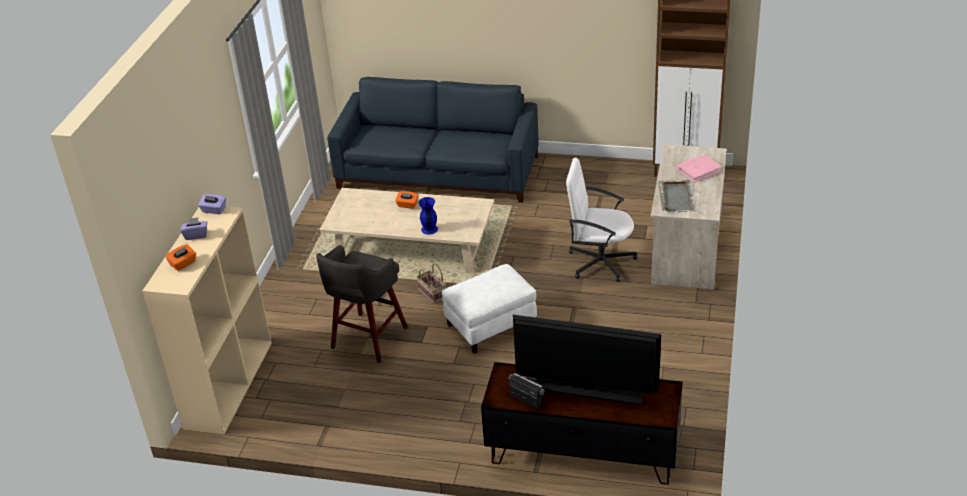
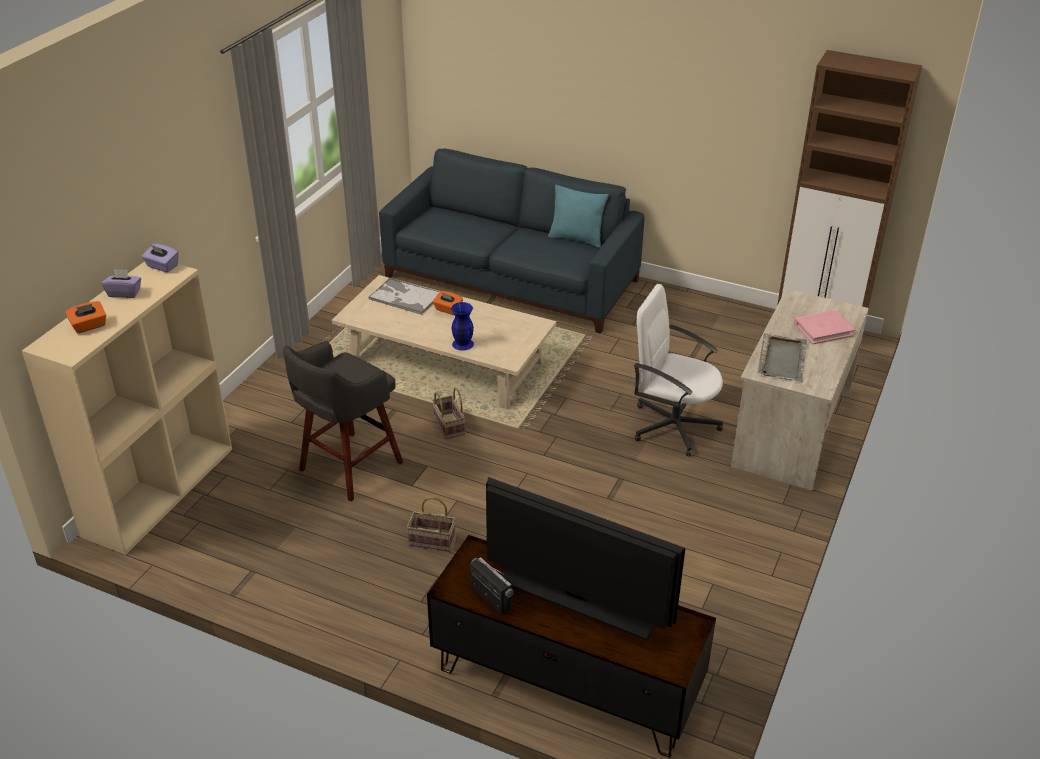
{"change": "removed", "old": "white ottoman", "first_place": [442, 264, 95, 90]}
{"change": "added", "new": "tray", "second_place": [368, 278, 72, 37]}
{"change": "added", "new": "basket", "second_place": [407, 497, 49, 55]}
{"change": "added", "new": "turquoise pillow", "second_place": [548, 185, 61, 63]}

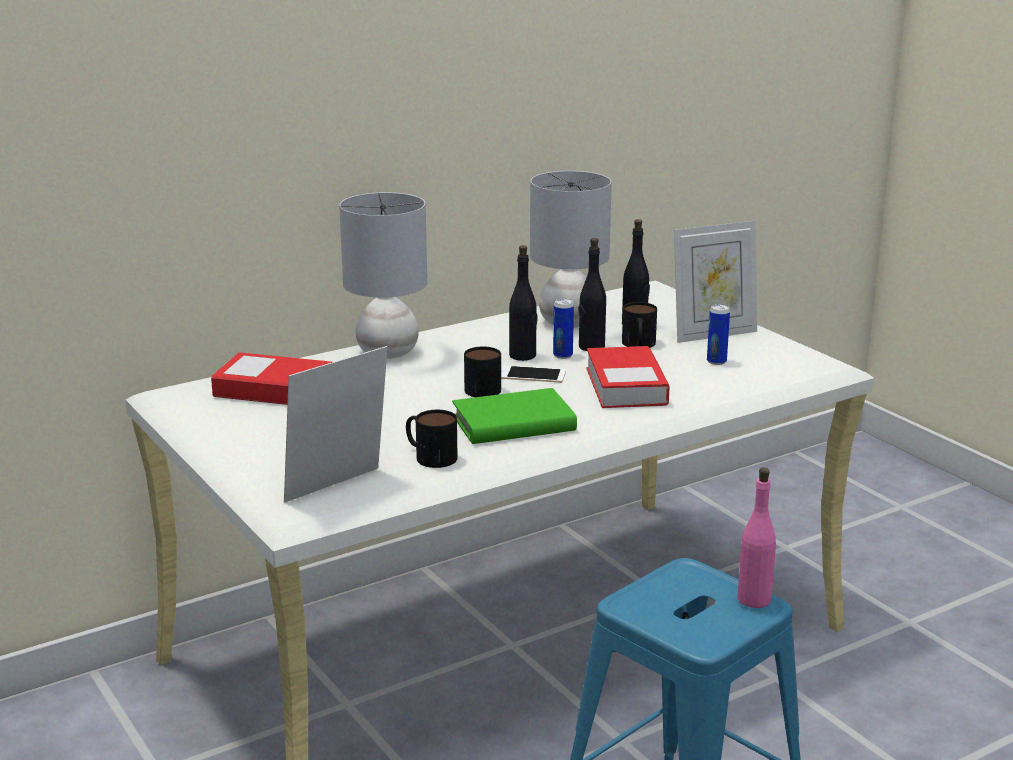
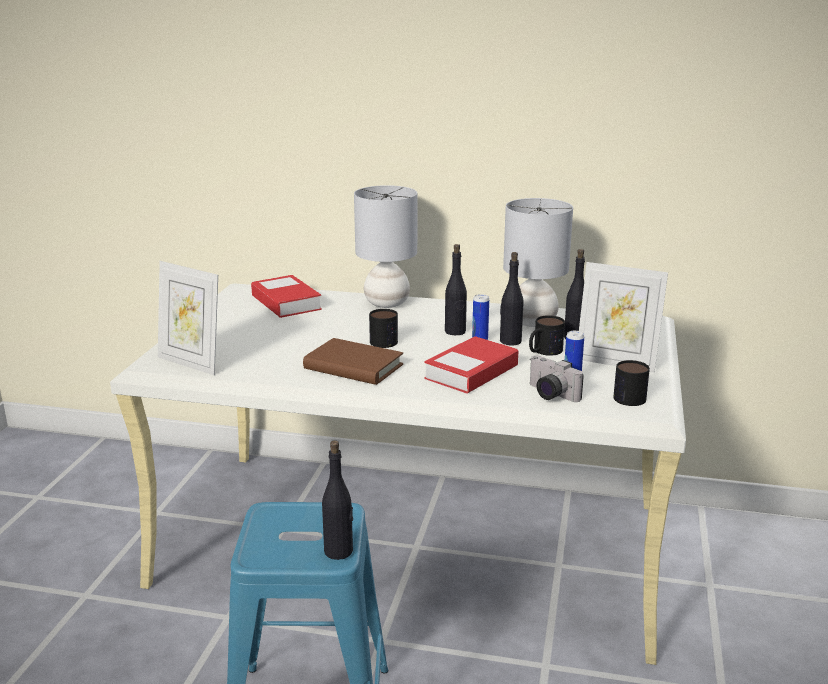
{"change": "turned", "old": "picture frame", "first_place": [284, 346, 103, 156], "second_place": [158, 261, 60, 114], "degrees": -150}
{"change": "moved", "old": "mug", "first_place": [406, 410, 52, 58], "second_place": [613, 360, 37, 46]}
{"change": "recoloured", "old": "green book", "new": "brown book", "first_place": [452, 388, 125, 56], "second_place": [303, 338, 100, 47]}
{"change": "removed", "old": "phone", "first_place": [501, 365, 65, 18]}
{"change": "recoloured", "old": "pink bottle", "new": "black bottle", "first_place": [738, 467, 38, 141], "second_place": [322, 440, 31, 120]}
{"change": "added", "new": "photo camera", "second_place": [530, 355, 54, 47]}

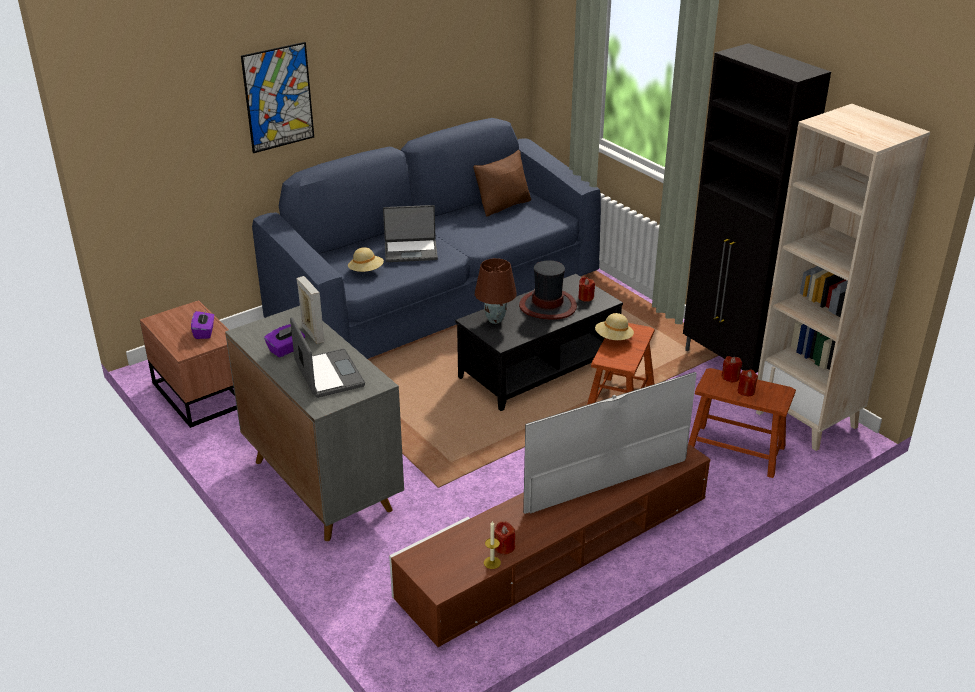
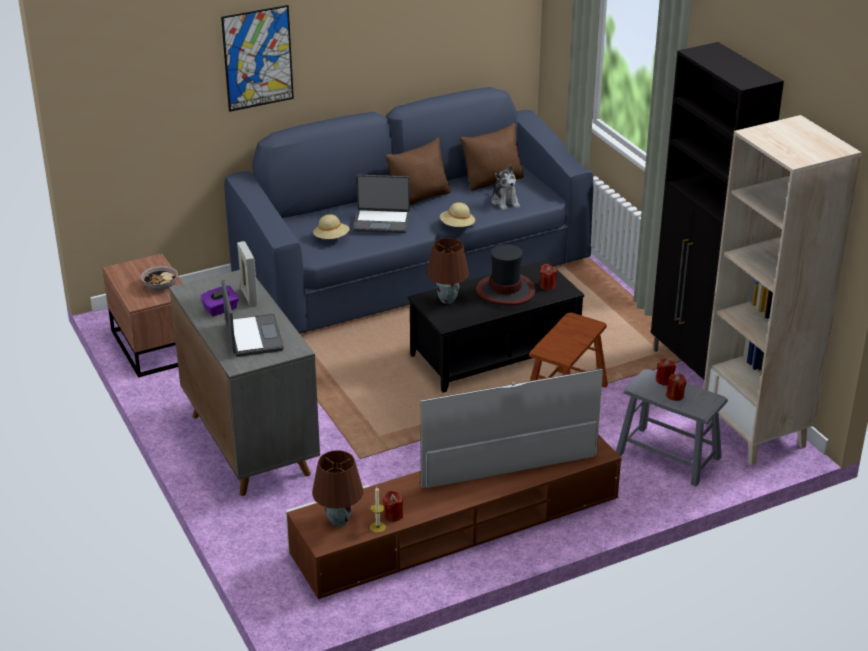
{"change": "replaced", "old": "purple tissue box", "new": "bowl", "first_place": [191, 310, 23, 29], "second_place": [141, 266, 37, 25]}
{"change": "moved", "old": "beige hat", "first_place": [595, 313, 39, 27], "second_place": [440, 203, 35, 24]}
{"change": "recoloured", "old": "brown stool", "new": "grey stool", "first_place": [688, 368, 108, 110], "second_place": [616, 369, 112, 118]}
{"change": "added", "new": "brown table lamp", "second_place": [312, 450, 51, 77]}
{"change": "added", "new": "brown pillow", "second_place": [386, 138, 65, 67]}
{"change": "added", "new": "plush toy", "second_place": [491, 165, 29, 45]}

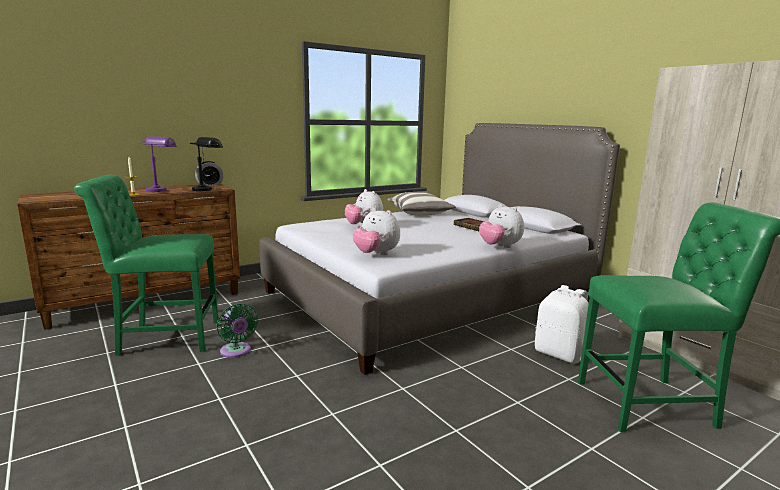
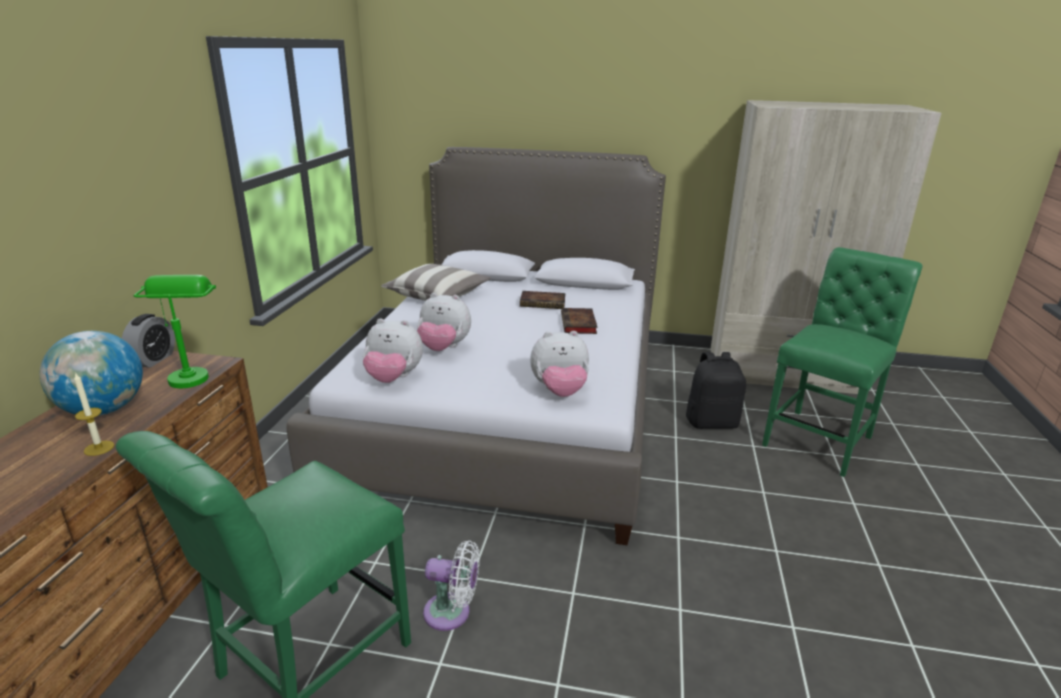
{"change": "replaced", "old": "purple table lamp", "new": "globe", "first_place": [138, 136, 39, 56], "second_place": [39, 331, 104, 85]}
{"change": "recoloured", "old": "black table lamp", "new": "green table lamp", "first_place": [190, 137, 33, 54], "second_place": [134, 275, 82, 113]}
{"change": "recoloured", "old": "green fan", "new": "white fan", "first_place": [216, 304, 42, 54], "second_place": [423, 540, 57, 91]}
{"change": "moved", "old": "plush toy", "first_place": [479, 204, 45, 44], "second_place": [363, 318, 60, 65]}
{"change": "recoloured", "old": "white backpack", "new": "black backpack", "first_place": [535, 285, 54, 79], "second_place": [686, 352, 60, 77]}
{"change": "added", "new": "book", "second_place": [561, 308, 36, 26]}

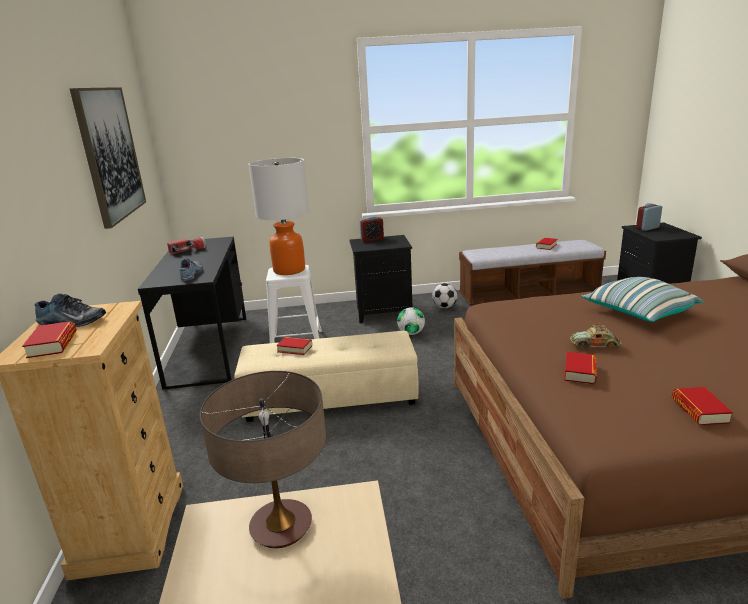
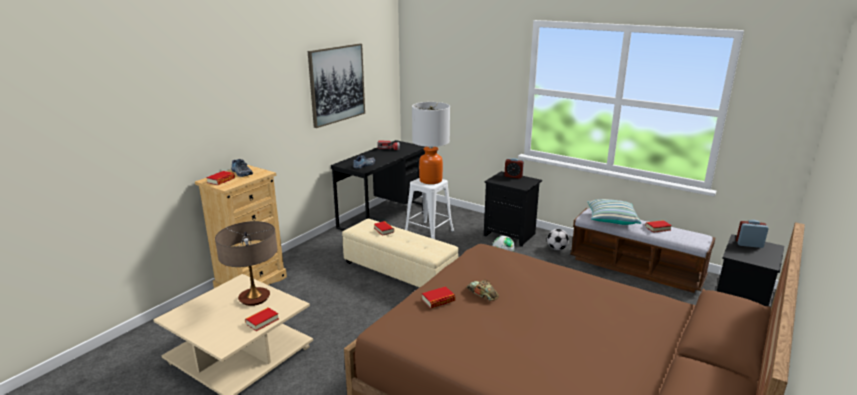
{"change": "moved", "old": "pillow", "first_place": [582, 277, 122, 45], "second_place": [587, 199, 54, 26]}
{"change": "moved", "old": "book", "first_place": [672, 387, 61, 38], "second_place": [245, 307, 34, 24]}

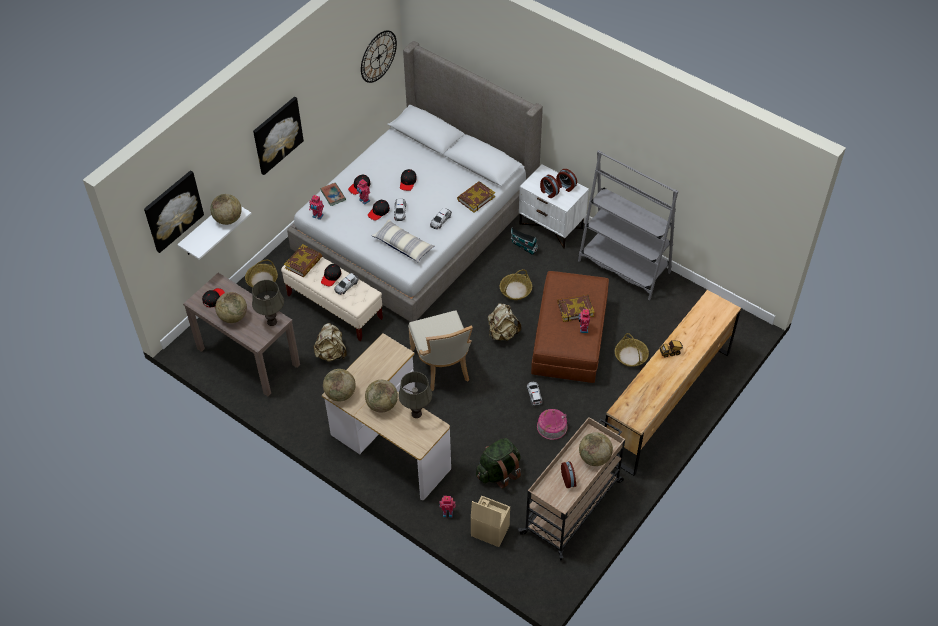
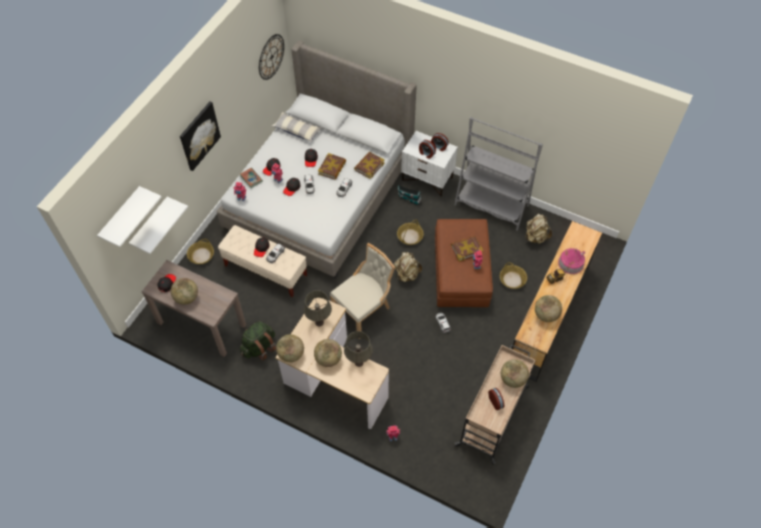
{"change": "replaced", "old": "picture", "new": "white shelf", "first_place": [144, 170, 60, 83], "second_place": [97, 186, 65, 61]}
{"change": "moved", "old": "globe", "first_place": [210, 194, 32, 31], "second_place": [535, 295, 27, 27]}
{"change": "moved", "old": "grey table lamp", "first_place": [252, 280, 32, 46], "second_place": [304, 290, 28, 36]}
{"change": "moved", "old": "book", "first_place": [284, 244, 38, 33], "second_place": [318, 153, 28, 27]}
{"change": "moved", "old": "beige backpack", "first_place": [313, 323, 34, 39], "second_place": [525, 214, 27, 30]}
{"change": "moved", "old": "pillow", "first_place": [372, 219, 62, 44], "second_place": [272, 112, 49, 30]}
{"change": "turned", "old": "beige chair", "first_place": [408, 310, 65, 81], "second_place": [330, 243, 65, 96], "degrees": -105}
{"change": "removed", "old": "beige storage box", "first_place": [471, 496, 39, 51]}
{"change": "moved", "old": "green backpack", "first_place": [476, 438, 45, 51], "second_place": [240, 321, 36, 40]}
{"change": "moved", "old": "toy house", "first_place": [537, 409, 31, 31], "second_place": [558, 248, 27, 26]}

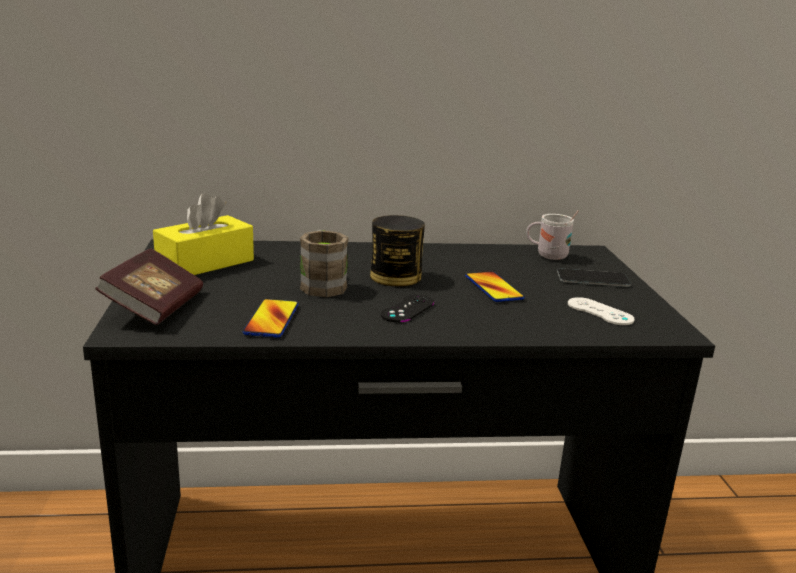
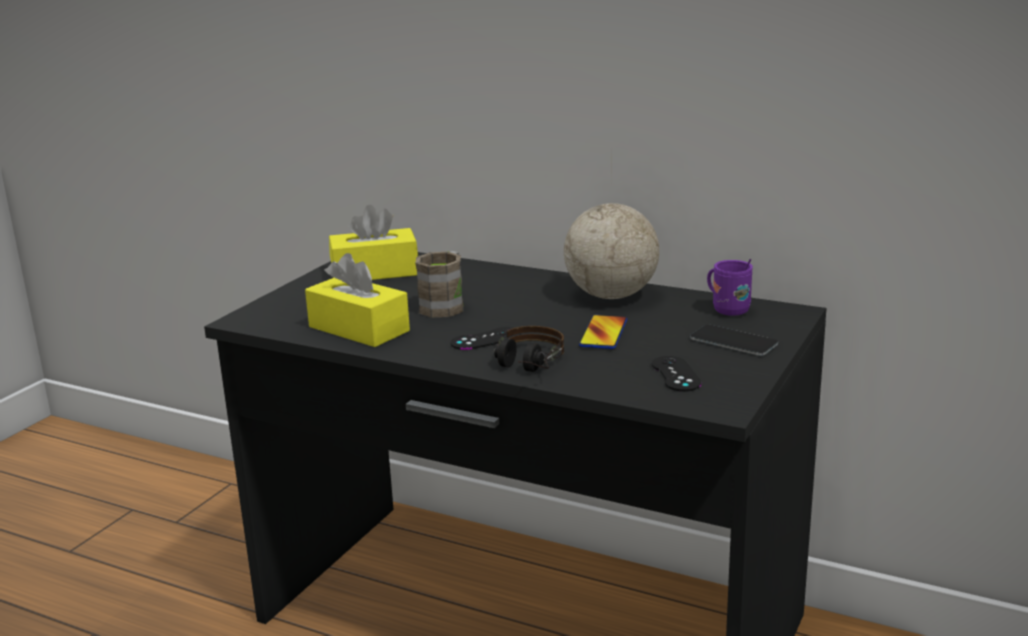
{"change": "removed", "old": "book", "first_place": [95, 248, 108, 77]}
{"change": "replaced", "old": "phone", "new": "yellow tissue box", "first_place": [243, 299, 56, 39], "second_place": [305, 253, 105, 94]}
{"change": "removed", "old": "can", "first_place": [370, 215, 55, 72]}
{"change": "recoloured", "old": "white mug", "new": "purple mug", "first_place": [526, 211, 53, 49], "second_place": [707, 259, 46, 57]}
{"change": "recoloured", "old": "white game controller", "new": "black game controller", "first_place": [568, 297, 67, 28], "second_place": [652, 356, 50, 36]}
{"change": "added", "new": "headphones", "second_place": [493, 326, 71, 46]}
{"change": "added", "new": "globe", "second_place": [564, 178, 95, 121]}

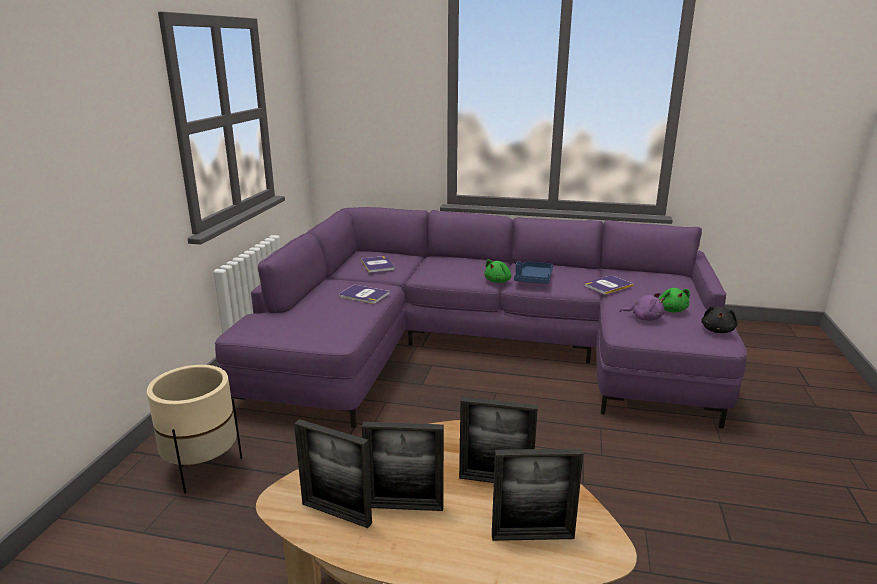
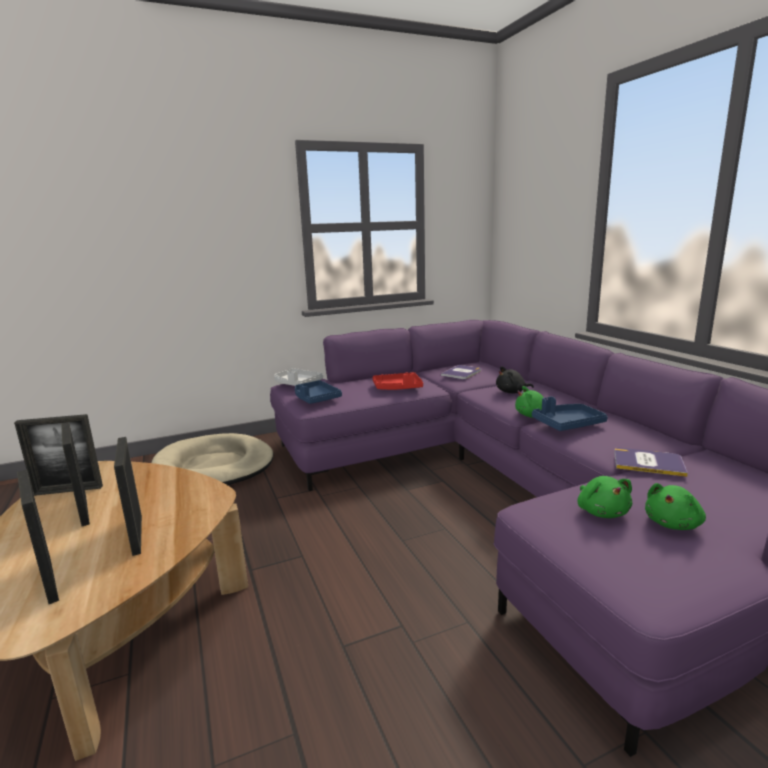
{"change": "replaced", "old": "beige planter", "new": "beige dog bed", "first_place": [147, 365, 95, 129], "second_place": [151, 433, 122, 52]}
{"change": "turned", "old": "picture frame", "first_place": [294, 419, 78, 109], "second_place": [14, 414, 89, 82], "degrees": -90}
{"change": "replaced", "old": "book", "new": "red tray", "first_place": [339, 285, 51, 19], "second_place": [372, 372, 51, 18]}
{"change": "recoloured", "old": "purple plush toy", "new": "green plush toy", "first_place": [620, 292, 45, 29], "second_place": [578, 476, 54, 42]}
{"change": "moved", "old": "black plush toy", "first_place": [701, 306, 37, 27], "second_place": [496, 366, 38, 28]}
{"change": "added", "new": "grey tray", "second_place": [274, 368, 49, 18]}
{"change": "added", "new": "blue tray", "second_place": [295, 380, 47, 24]}

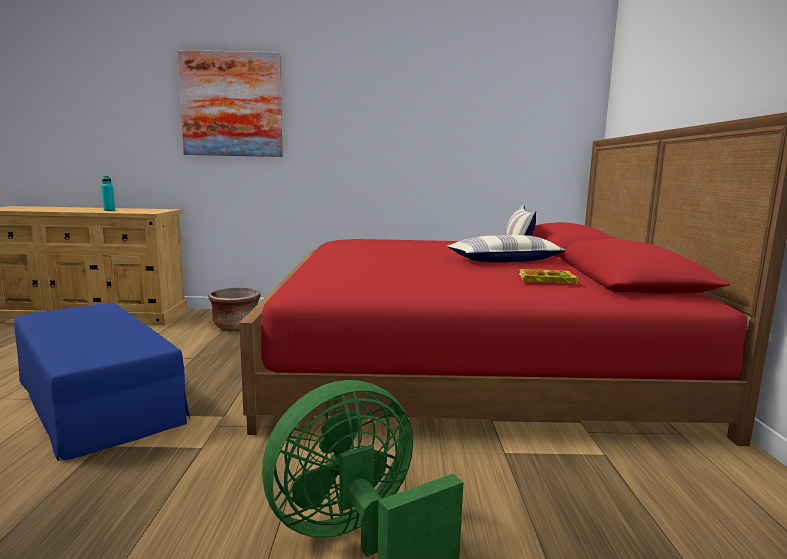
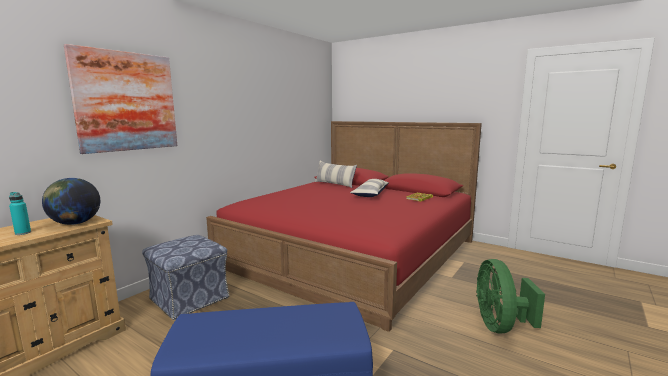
{"change": "replaced", "old": "brown planter", "new": "ottoman", "first_place": [208, 288, 53, 42], "second_place": [142, 235, 88, 85]}
{"change": "added", "new": "globe", "second_place": [42, 178, 58, 47]}

